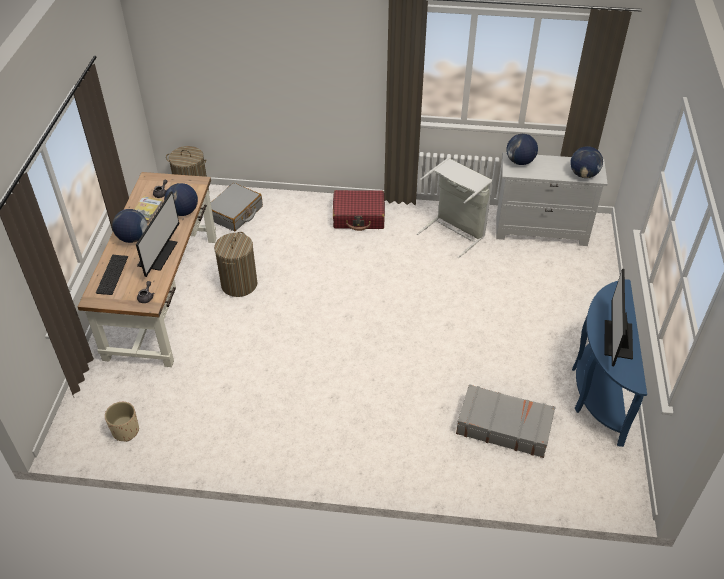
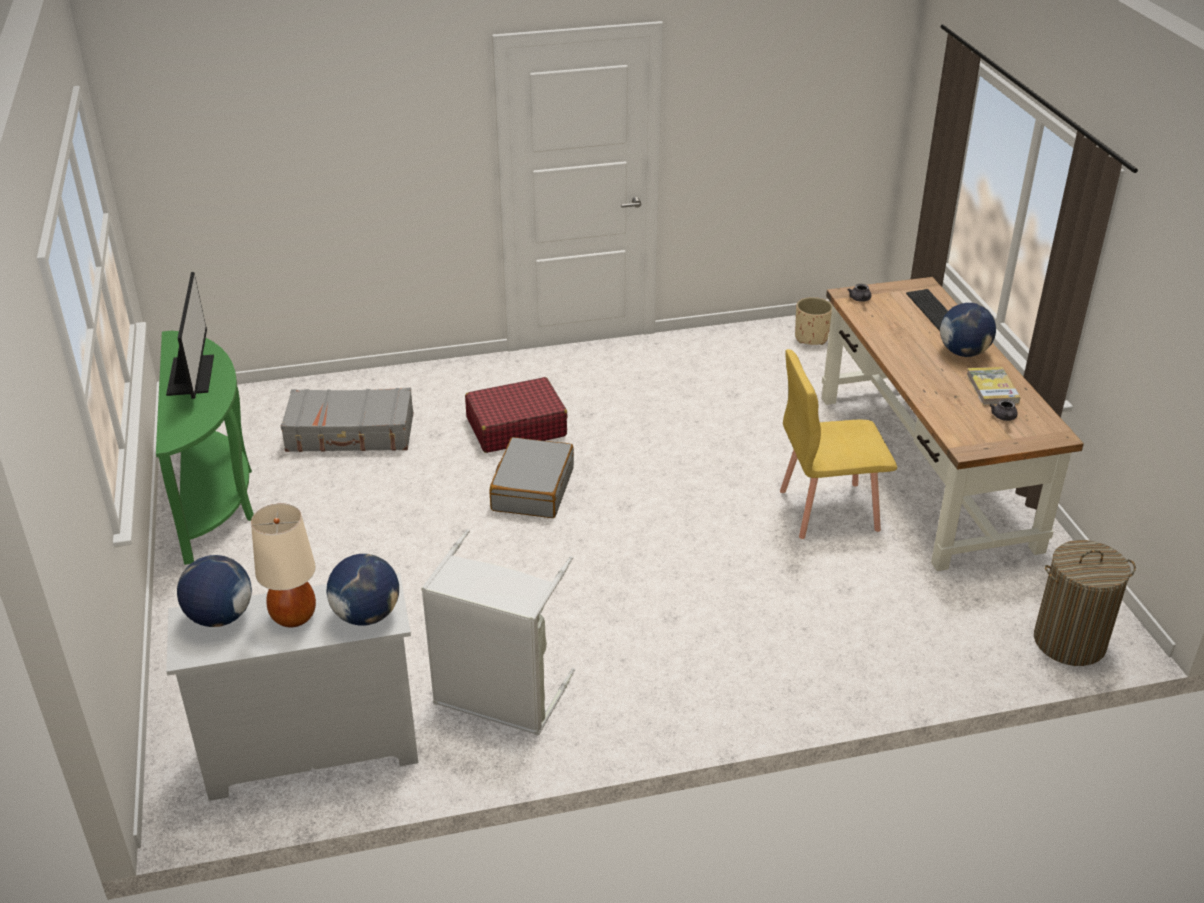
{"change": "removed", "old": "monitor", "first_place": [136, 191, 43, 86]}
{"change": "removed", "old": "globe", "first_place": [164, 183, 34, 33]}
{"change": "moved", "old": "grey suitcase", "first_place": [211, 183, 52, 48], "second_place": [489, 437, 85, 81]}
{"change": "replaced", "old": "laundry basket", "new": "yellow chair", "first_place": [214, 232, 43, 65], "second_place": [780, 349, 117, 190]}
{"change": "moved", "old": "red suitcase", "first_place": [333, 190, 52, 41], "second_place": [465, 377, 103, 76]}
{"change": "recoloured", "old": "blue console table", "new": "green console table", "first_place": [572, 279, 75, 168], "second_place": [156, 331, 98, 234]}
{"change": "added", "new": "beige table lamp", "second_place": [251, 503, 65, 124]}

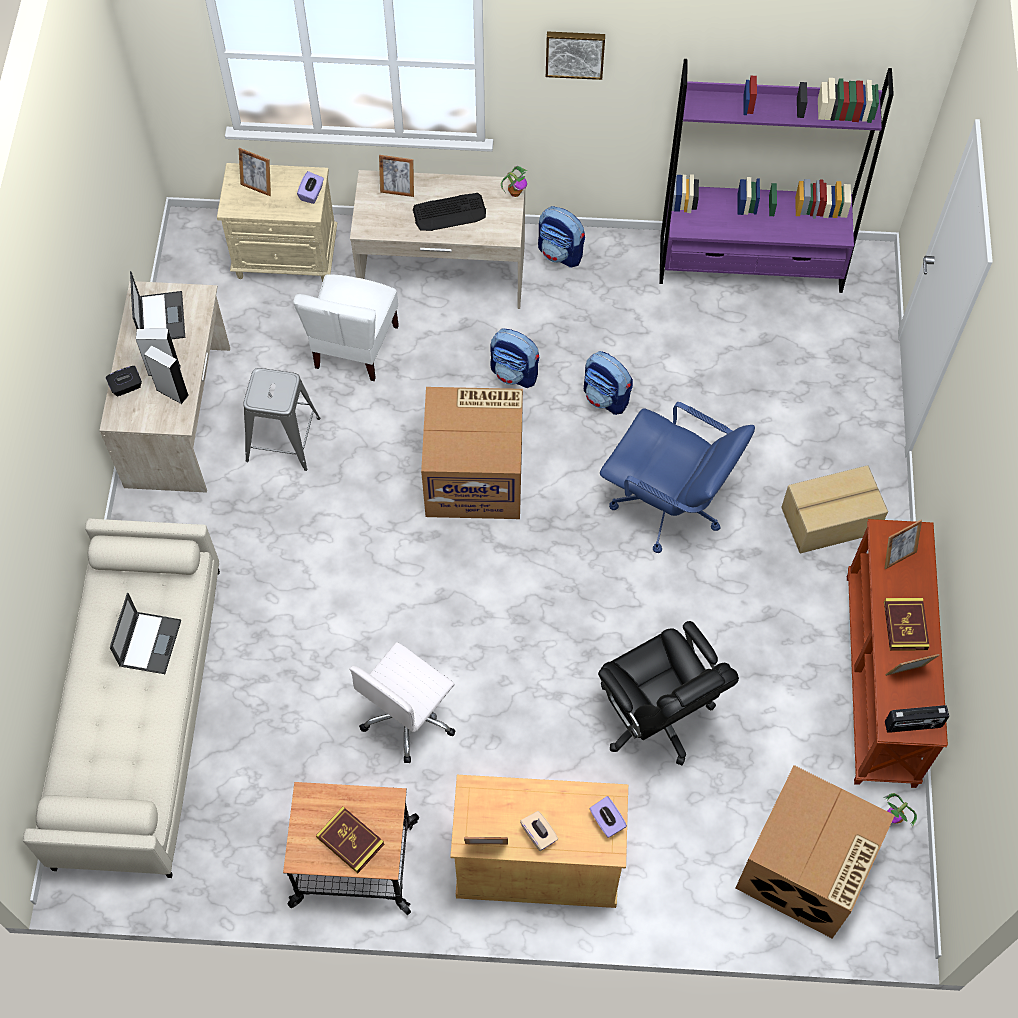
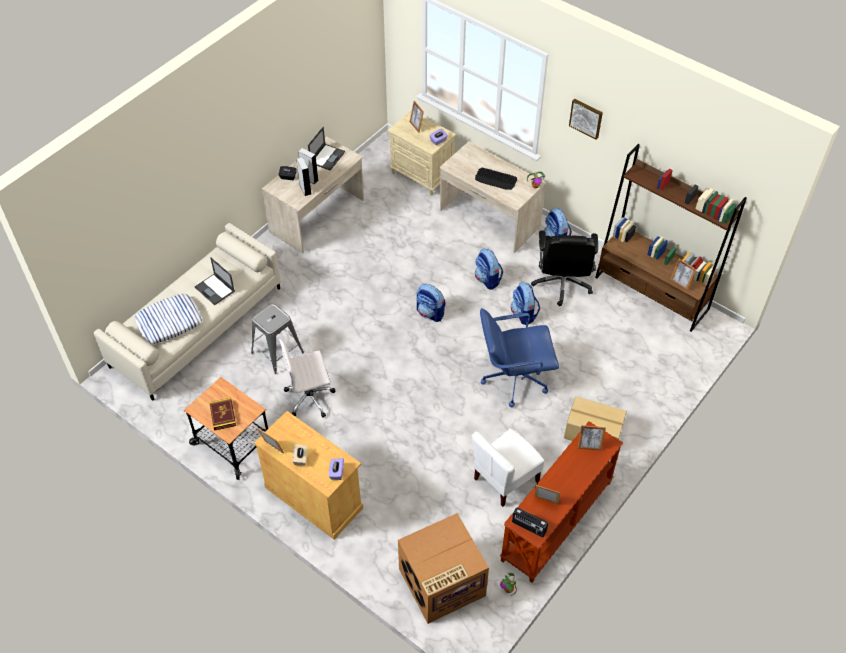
{"change": "turned", "old": "laptop", "first_place": [110, 593, 71, 81], "second_place": [195, 257, 40, 48], "degrees": 90}
{"change": "moved", "old": "grey stool", "first_place": [243, 368, 77, 103], "second_place": [251, 304, 53, 70]}
{"change": "moved", "old": "white chair", "first_place": [293, 274, 106, 107], "second_place": [472, 428, 72, 79]}
{"change": "moved", "old": "picture frame", "first_place": [379, 155, 35, 42], "second_place": [670, 259, 26, 32]}
{"change": "replaced", "old": "cardboard box", "new": "backpack", "first_place": [421, 387, 102, 132], "second_place": [417, 283, 29, 39]}
{"change": "moved", "old": "black office chair", "first_place": [598, 621, 141, 144], "second_place": [531, 230, 67, 76]}
{"change": "turned", "old": "blue office chair", "first_place": [600, 402, 155, 151], "second_place": [480, 308, 79, 99], "degrees": 105}
{"change": "recoloured", "old": "purple bookcase", "new": "brown bookcase", "first_place": [659, 59, 235, 234], "second_place": [595, 144, 152, 188]}
{"change": "removed", "old": "book", "first_place": [884, 598, 46, 53]}
{"change": "added", "new": "pillow", "second_place": [135, 294, 67, 50]}

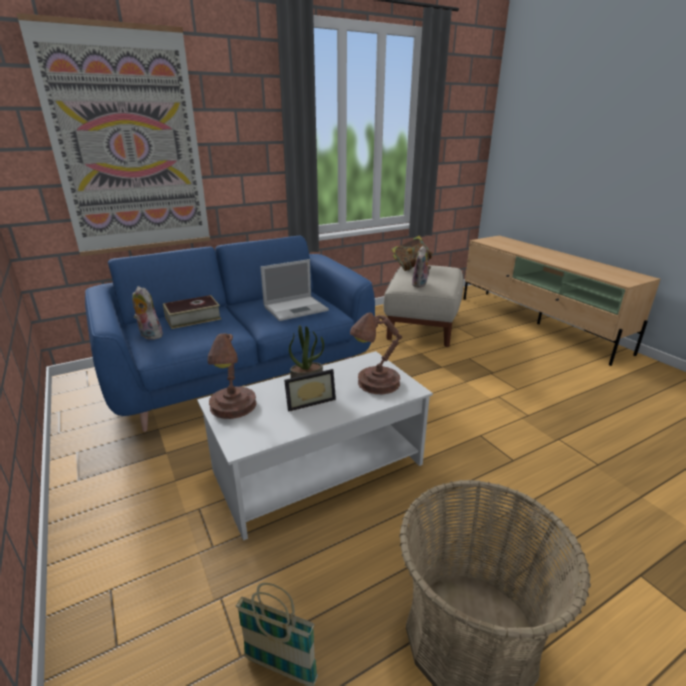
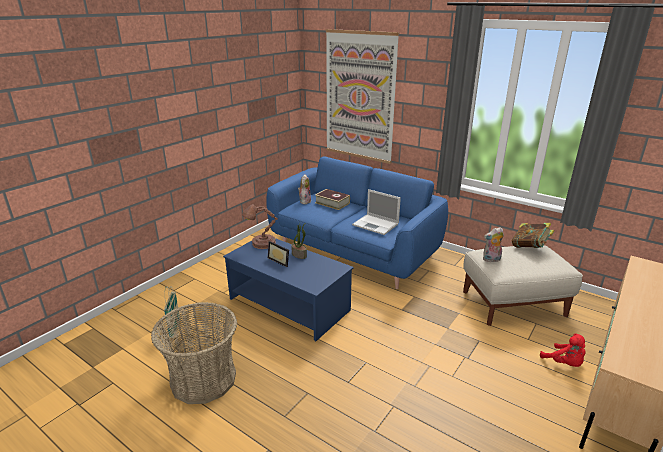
{"change": "recoloured", "old": "white coffee table", "new": "blue coffee table", "first_place": [197, 351, 236, 190], "second_place": [223, 239, 131, 102]}
{"change": "removed", "old": "brown table lamp", "first_place": [350, 312, 52, 82]}
{"change": "added", "new": "red plush toy", "second_place": [540, 333, 46, 34]}

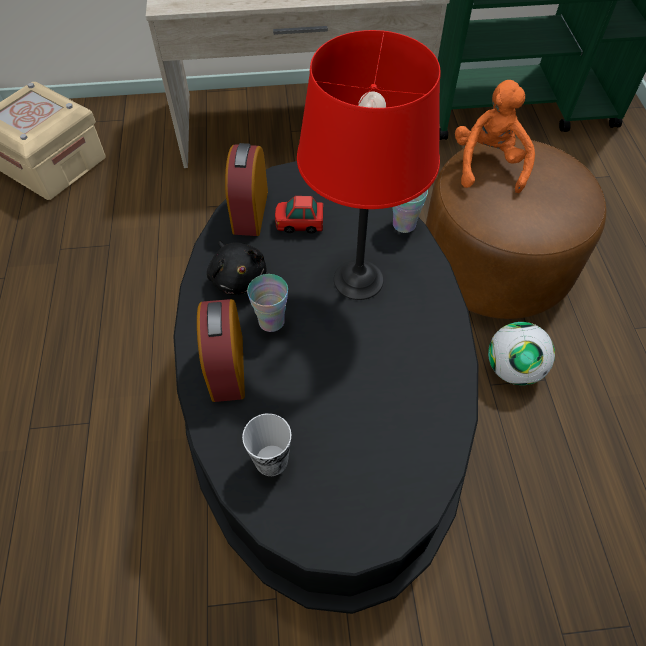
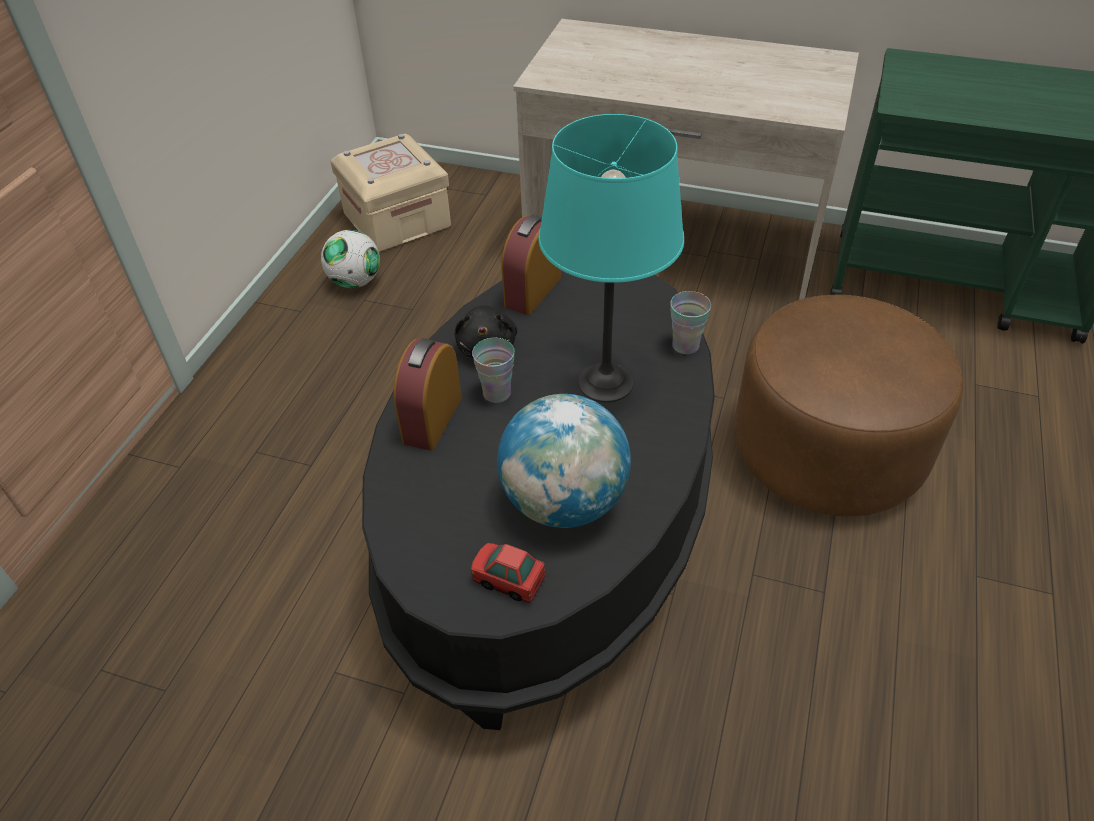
{"change": "removed", "old": "cup", "first_place": [242, 413, 49, 63]}
{"change": "moved", "old": "toy car", "first_place": [275, 196, 48, 38], "second_place": [471, 543, 74, 60]}
{"change": "recoloured", "old": "red table lamp", "new": "turquoise table lamp", "first_place": [297, 30, 143, 270], "second_place": [539, 114, 145, 288]}
{"change": "removed", "old": "orange plush toy", "first_place": [455, 80, 80, 113]}
{"change": "moved", "old": "football", "first_place": [488, 322, 67, 63], "second_place": [321, 230, 59, 58]}
{"change": "added", "new": "globe", "second_place": [497, 394, 134, 134]}

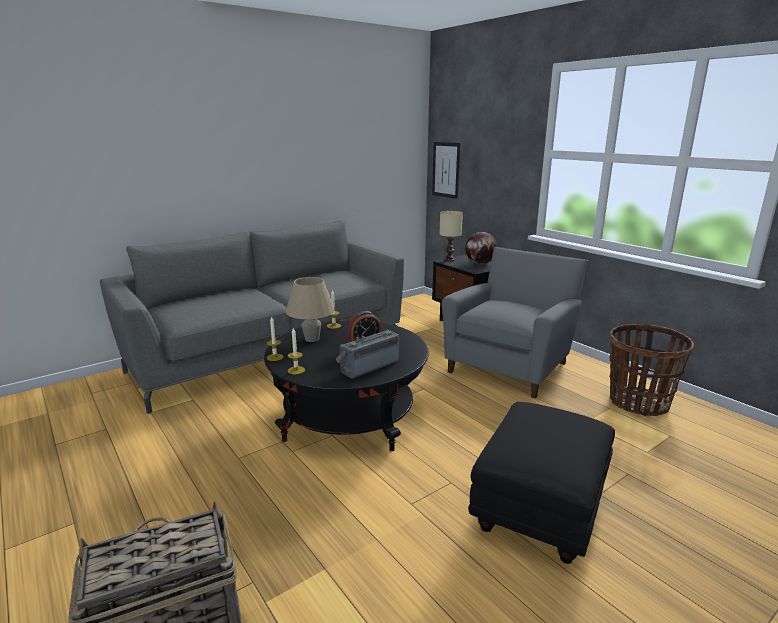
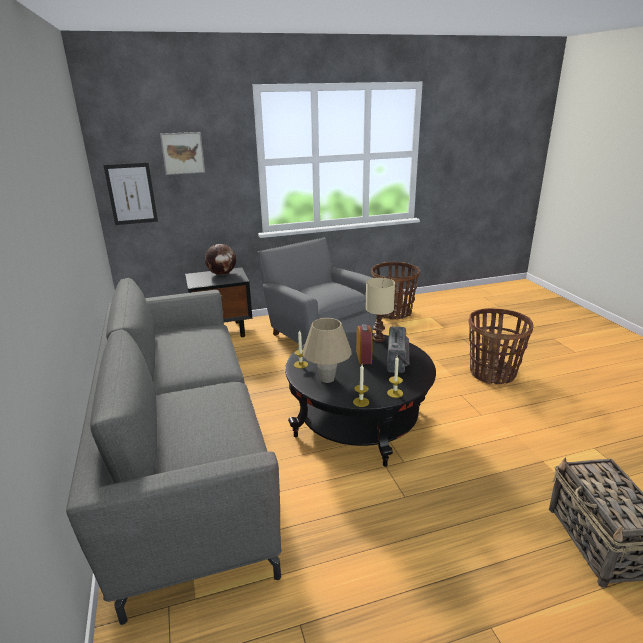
{"change": "turned", "old": "radio", "first_place": [336, 330, 63, 48], "second_place": [387, 326, 22, 47], "degrees": -150}
{"change": "moved", "old": "beige table lamp", "first_place": [439, 211, 24, 51], "second_place": [365, 278, 30, 64]}
{"change": "replaced", "old": "black ottoman", "new": "basket", "first_place": [469, 402, 146, 162], "second_place": [468, 308, 65, 76]}
{"change": "added", "new": "picture", "second_place": [160, 132, 45, 43]}

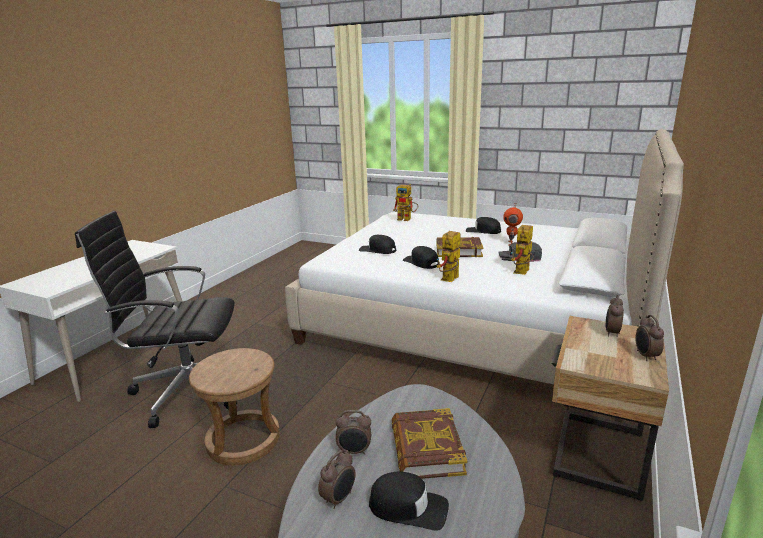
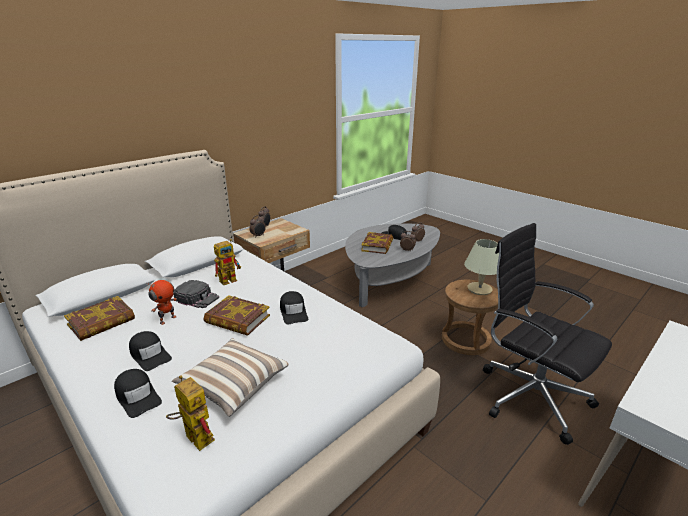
{"change": "turned", "old": "black office chair", "first_place": [75, 211, 162, 217], "second_place": [483, 223, 129, 222], "degrees": -150}
{"change": "moved", "old": "black cap", "first_place": [359, 235, 37, 19], "second_place": [114, 369, 48, 49]}
{"change": "removed", "old": "toy robot", "first_place": [437, 231, 23, 51]}
{"change": "added", "new": "book", "second_place": [64, 296, 71, 45]}
{"change": "added", "new": "pillow", "second_place": [172, 338, 117, 79]}
{"change": "added", "new": "beige table lamp", "second_place": [464, 239, 35, 56]}

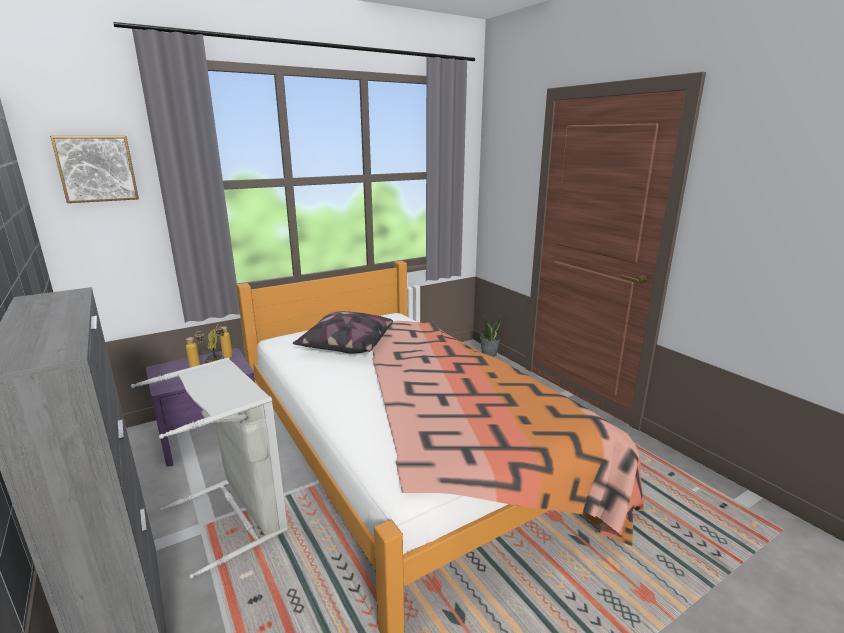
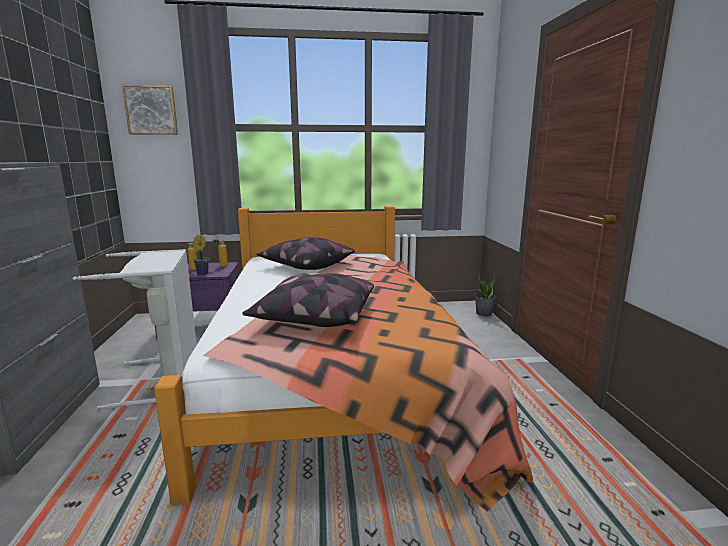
{"change": "added", "new": "pillow", "second_place": [242, 273, 132, 54]}

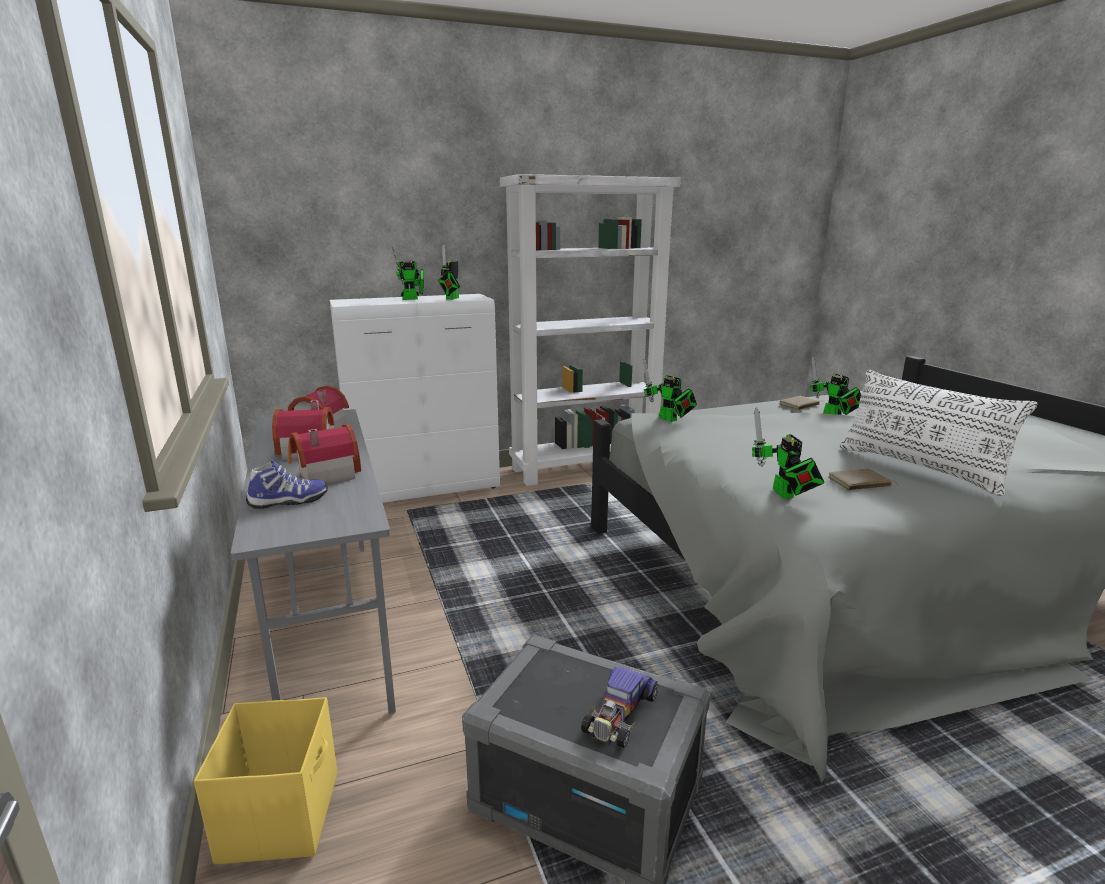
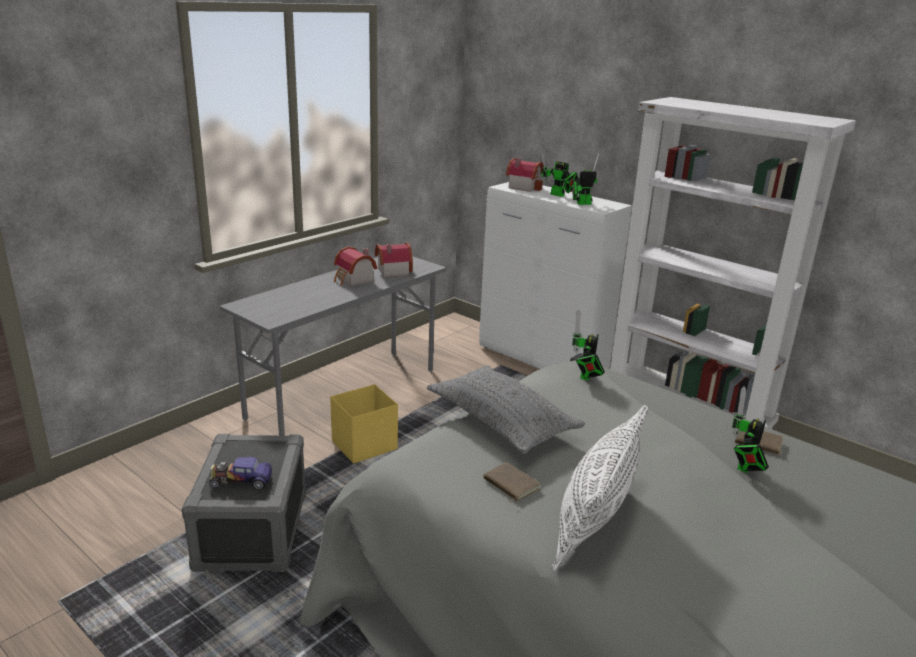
{"change": "moved", "old": "yellow storage box", "first_place": [194, 697, 144, 168], "second_place": [330, 384, 68, 80]}
{"change": "removed", "old": "shoe", "first_place": [246, 461, 82, 48]}
{"change": "moved", "old": "toy house", "first_place": [290, 424, 71, 61], "second_place": [506, 158, 38, 34]}
{"change": "removed", "old": "toy robot", "first_place": [752, 408, 72, 90]}
{"change": "added", "new": "grey pillow", "second_place": [427, 365, 158, 89]}

